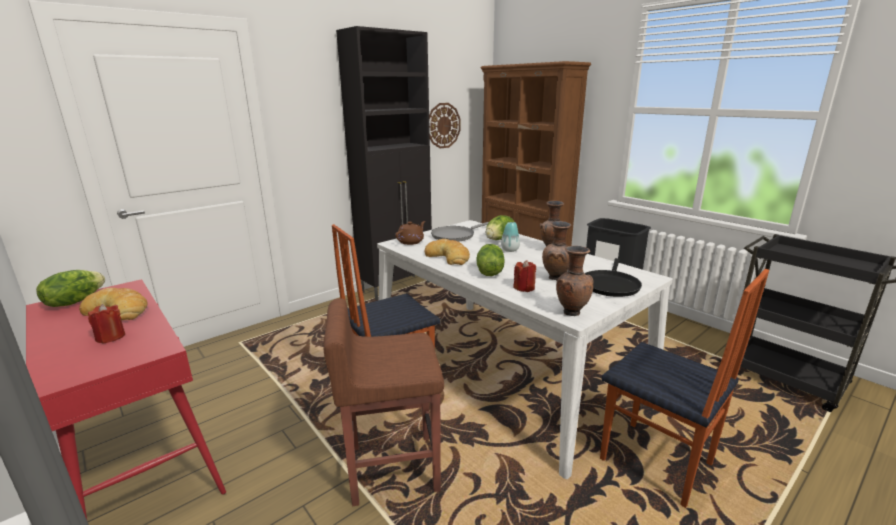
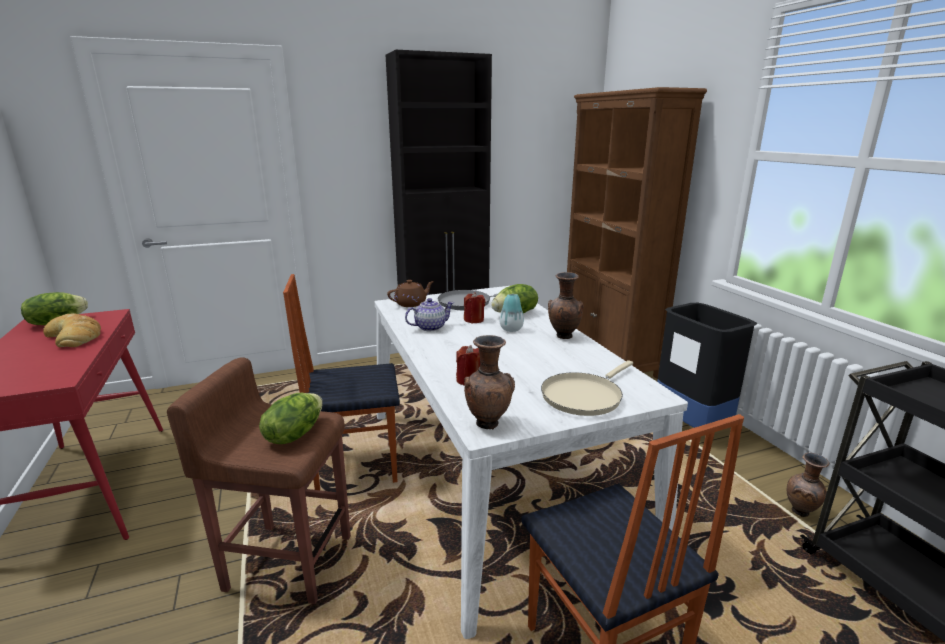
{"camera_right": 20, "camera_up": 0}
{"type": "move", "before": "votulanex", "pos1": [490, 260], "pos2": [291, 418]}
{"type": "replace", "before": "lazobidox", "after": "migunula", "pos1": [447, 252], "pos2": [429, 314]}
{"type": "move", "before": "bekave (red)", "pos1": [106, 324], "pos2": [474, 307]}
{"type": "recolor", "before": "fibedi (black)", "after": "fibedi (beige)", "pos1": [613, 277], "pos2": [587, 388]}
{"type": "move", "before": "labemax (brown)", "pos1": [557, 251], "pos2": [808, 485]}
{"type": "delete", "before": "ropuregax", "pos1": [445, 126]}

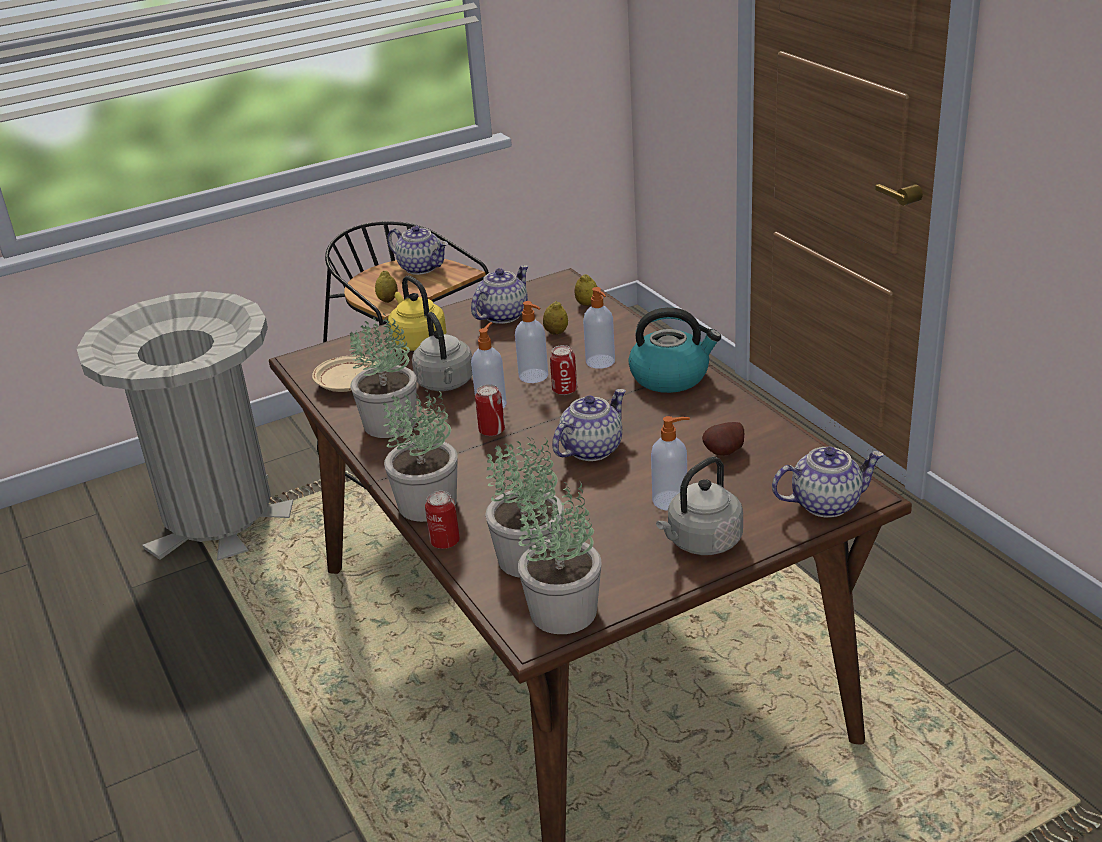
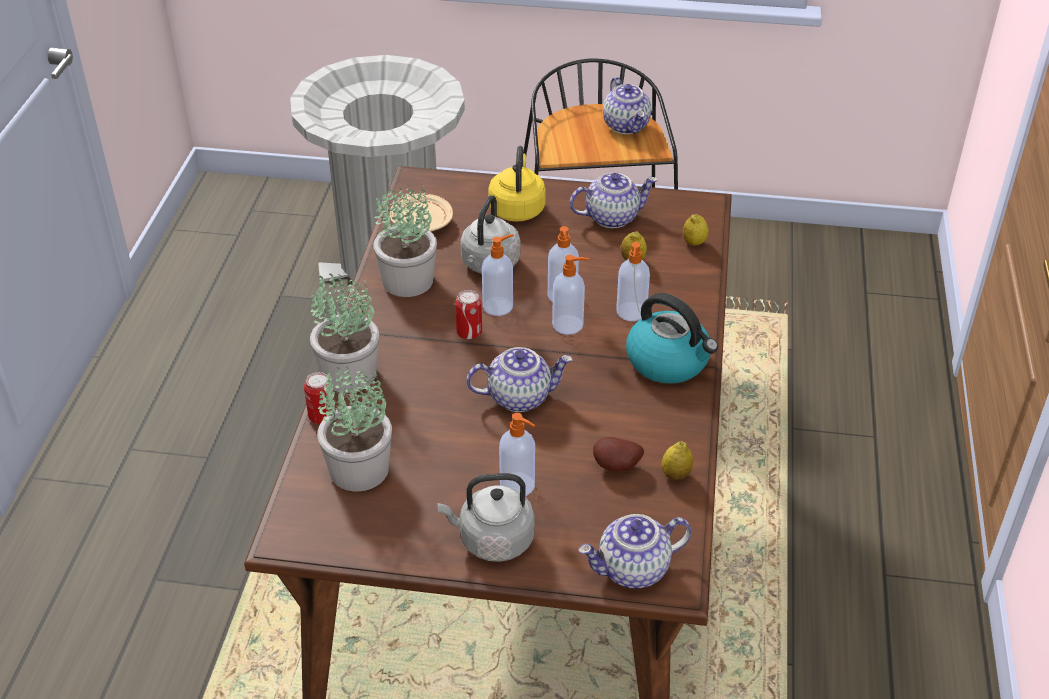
{"camera_right": 35, "camera_up": 10}
{"type": "replace", "before": "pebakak", "after": "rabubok", "pos1": [563, 370], "pos2": [570, 295]}
{"type": "rotate", "before": "migunula", "pos1": [828, 482], "pos2": [635, 551], "turn": 135}
{"type": "move", "before": "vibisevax", "pos1": [386, 287], "pos2": [677, 460]}
{"type": "delete", "before": "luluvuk", "pos1": [560, 557]}

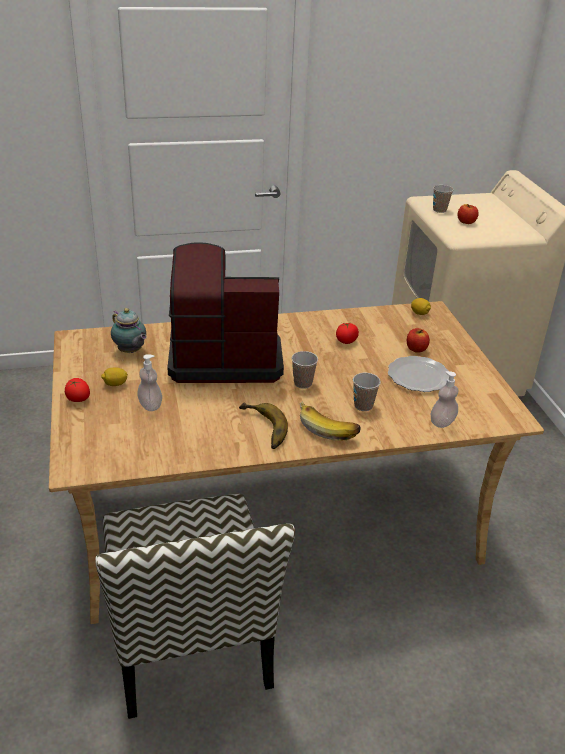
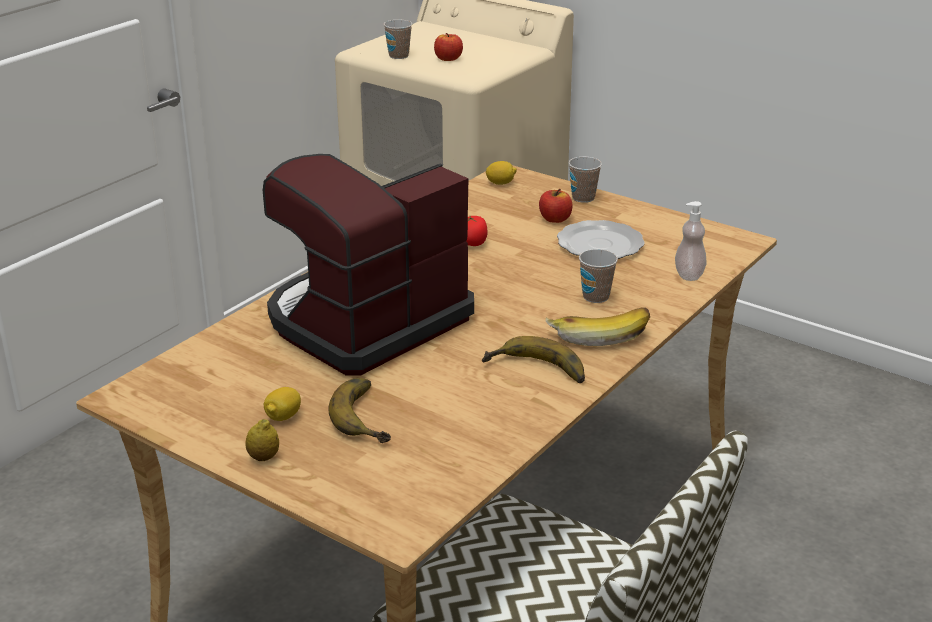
{"camera_right": -40, "camera_up": -5}
{"type": "replace", "before": "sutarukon", "after": "vibisevax", "pos1": [77, 390], "pos2": [262, 440]}
{"type": "replace", "before": "rabubok", "after": "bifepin", "pos1": [149, 382], "pos2": [359, 410]}
{"type": "move", "before": "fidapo", "pos1": [304, 370], "pos2": [585, 180]}
{"type": "delete", "before": "migunula", "pos1": [129, 330]}

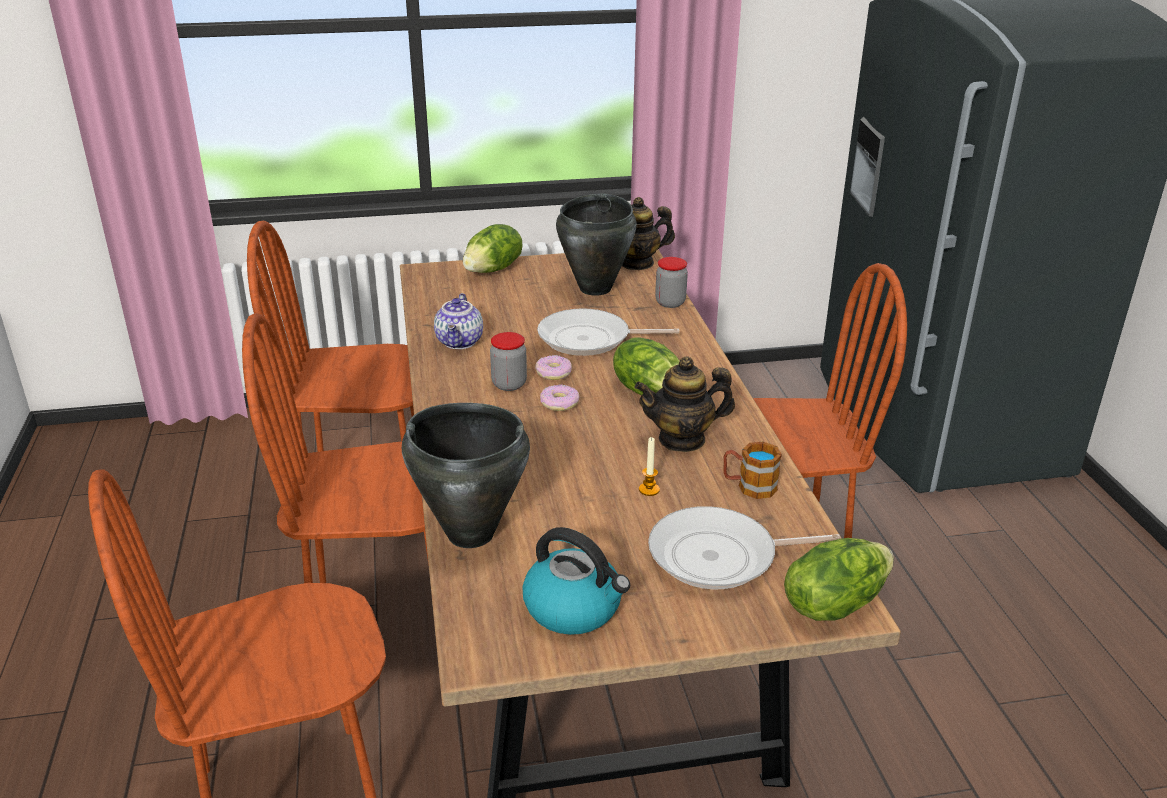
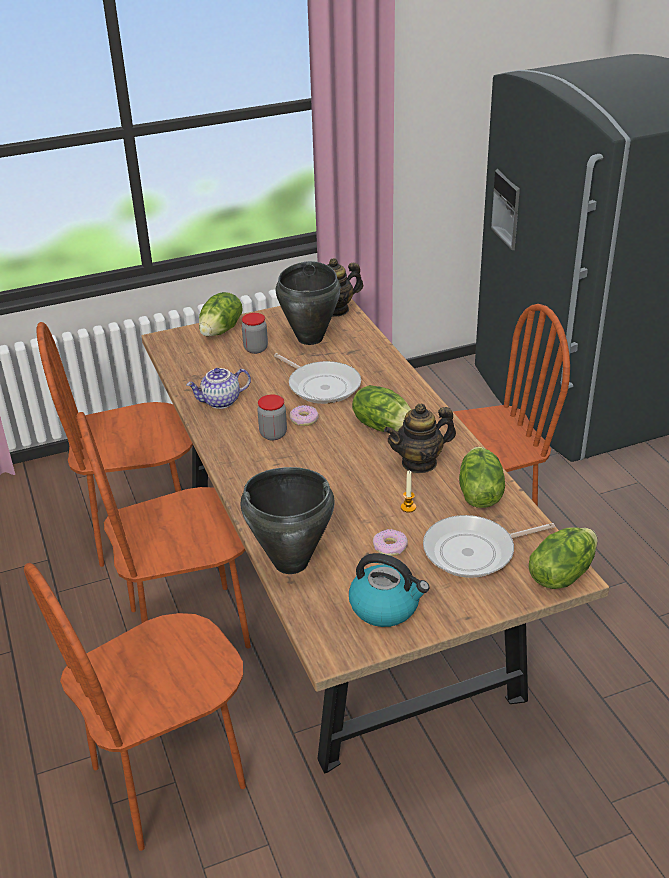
{"camera_right": -10, "camera_up": 5}
{"type": "rotate", "before": "migunula", "pos1": [458, 321], "pos2": [218, 388], "turn": 75}
{"type": "move", "before": "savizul", "pos1": [671, 282], "pos2": [255, 333]}
{"type": "rotate", "before": "fibedi", "pos1": [608, 332], "pos2": [317, 378], "turn": -120}
{"type": "move", "before": "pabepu", "pos1": [559, 397], "pos2": [390, 542]}
{"type": "replace", "before": "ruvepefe", "after": "votulanex", "pos1": [752, 470], "pos2": [482, 477]}

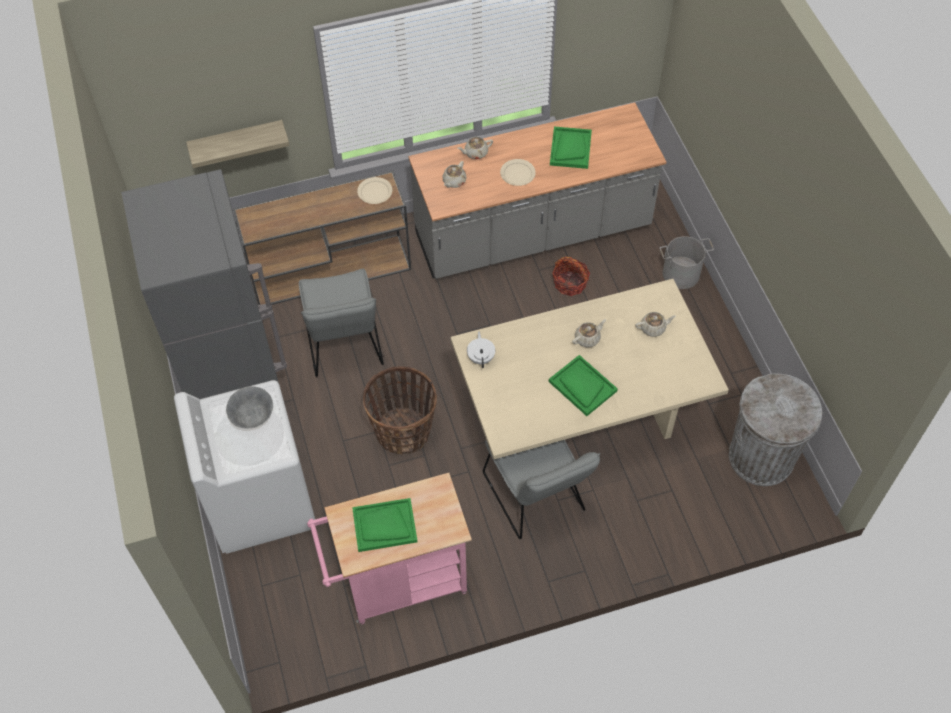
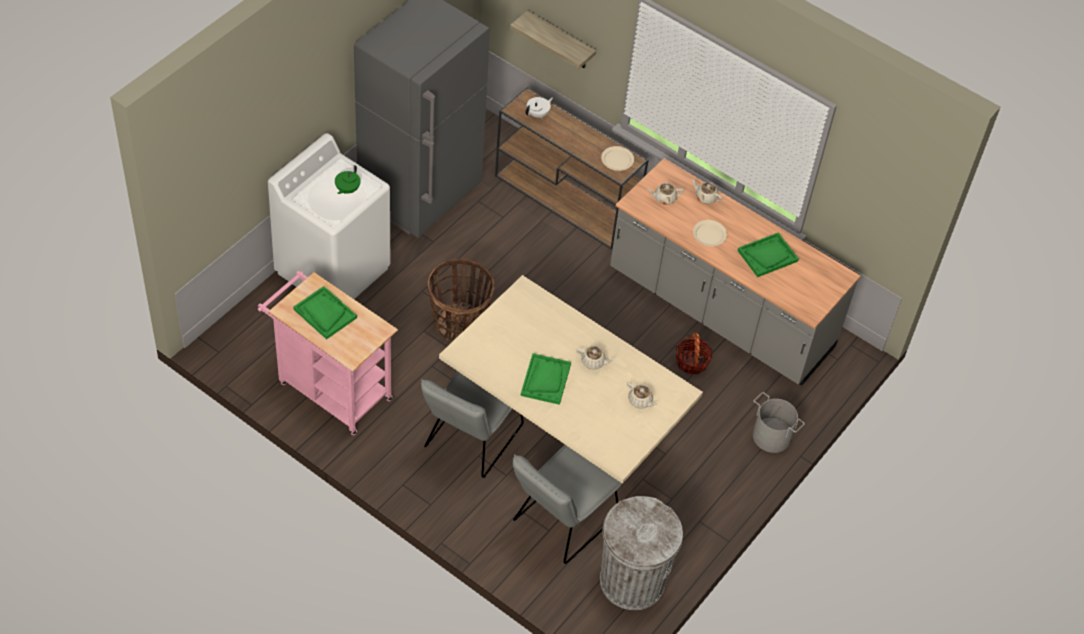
{"camera_right": 50, "camera_up": -5}
{"type": "replace", "before": "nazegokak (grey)", "after": "migunula (green)", "pos1": [249, 407], "pos2": [348, 179]}
{"type": "move", "before": "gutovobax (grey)", "pos1": [341, 323], "pos2": [567, 504]}
{"type": "move", "before": "migunula (white)", "pos1": [481, 350], "pos2": [539, 107]}

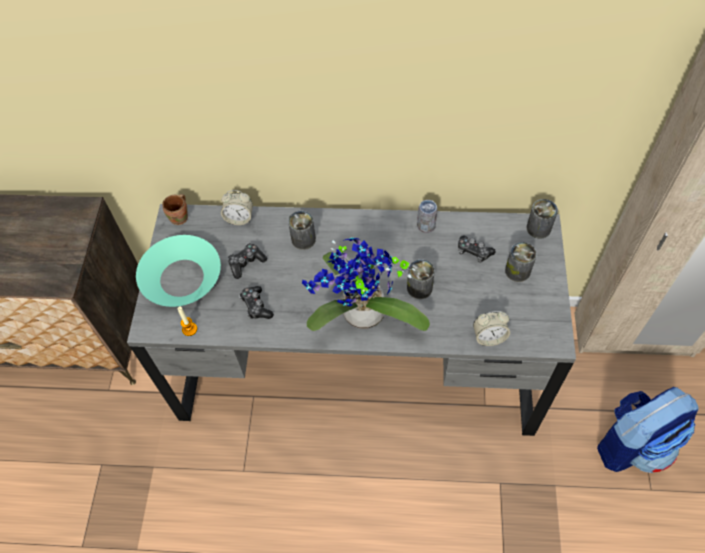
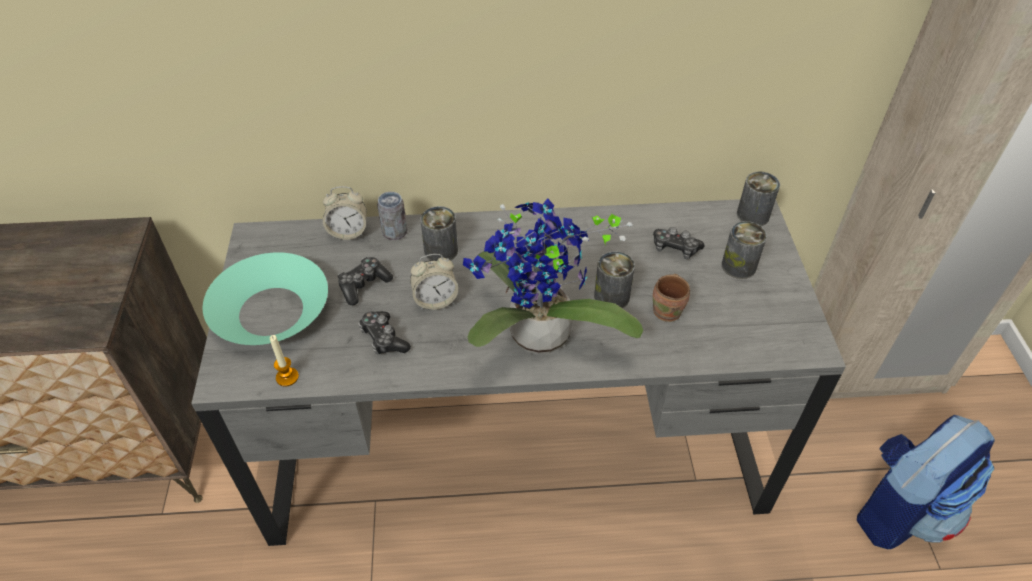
{"camera_right": -10, "camera_up": -10}
{"type": "move", "before": "pebakak", "pos1": [427, 216], "pos2": [392, 216]}
{"type": "move", "before": "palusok", "pos1": [491, 328], "pos2": [434, 282]}
{"type": "move", "before": "ruvepefe (brown)", "pos1": [175, 209], "pos2": [671, 298]}

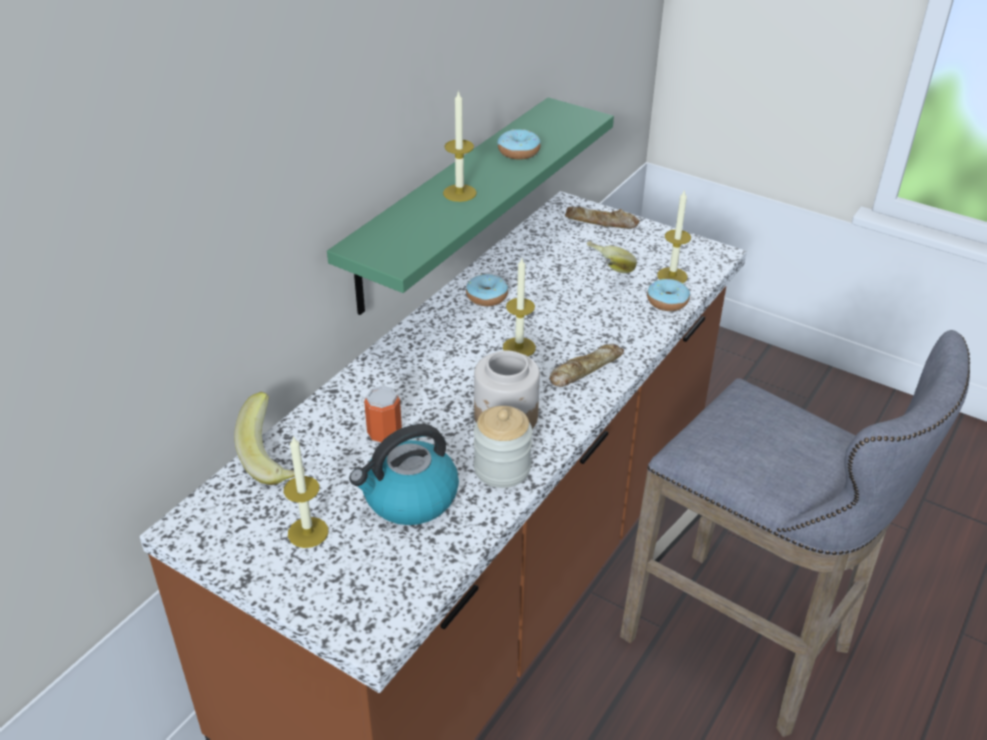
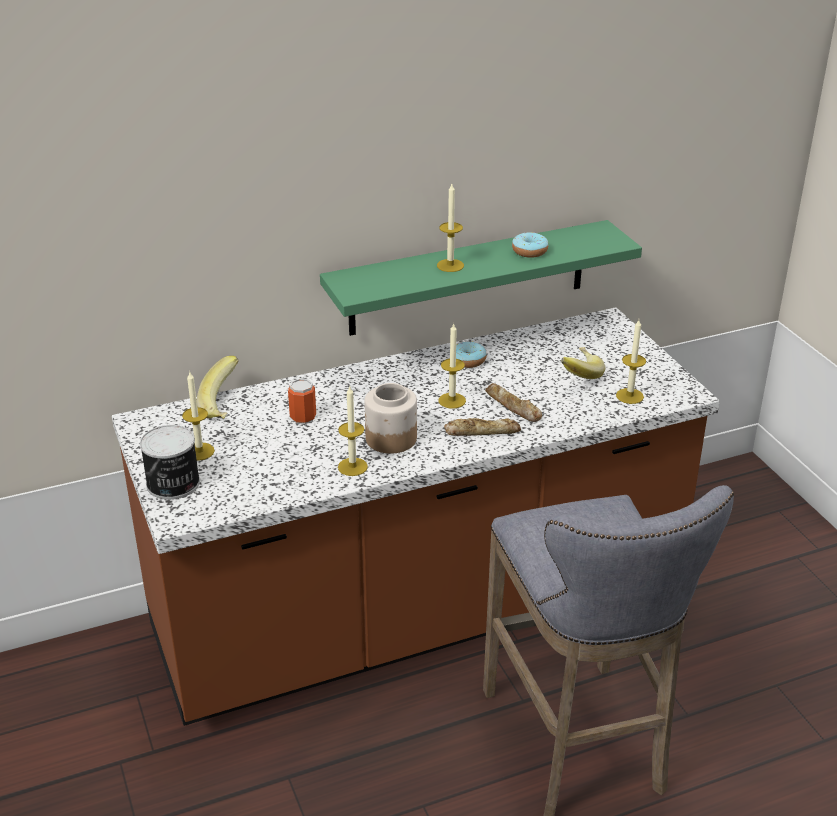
{"camera_right": 35, "camera_up": -5}
{"type": "insert", "after": "pebakak", "pos2": [170, 462]}
{"type": "replace", "before": "savizul", "after": "bekave", "pos1": [503, 447], "pos2": [353, 431]}
{"type": "move", "before": "lazobidox", "pos1": [602, 218], "pos2": [513, 402]}
{"type": "delete", "before": "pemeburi", "pos1": [404, 474]}
{"type": "delete", "before": "pabepu", "pos1": [668, 295]}

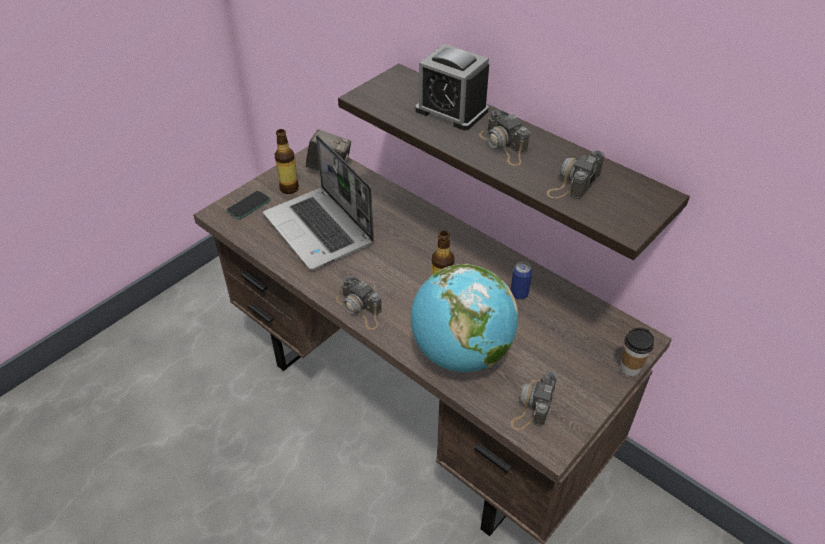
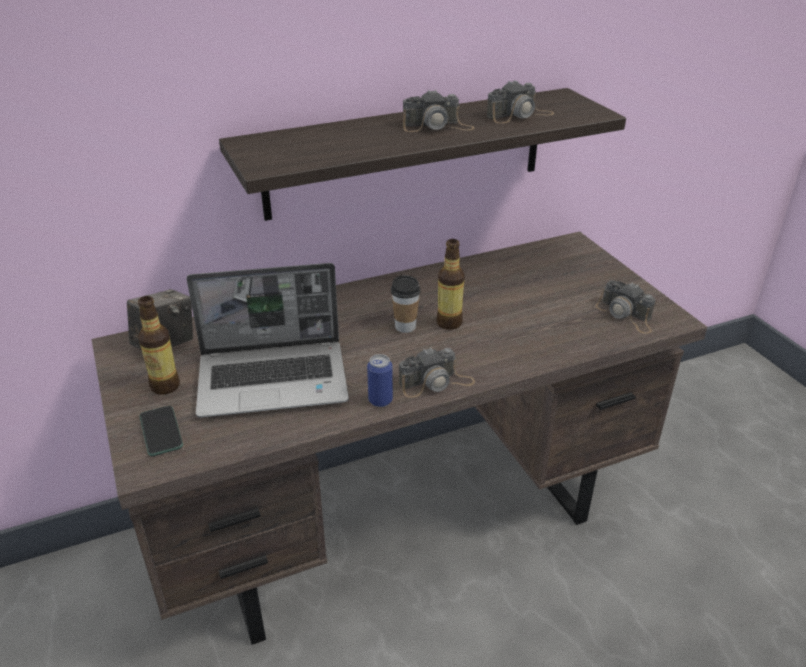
{"camera_right": -65, "camera_up": -10}
{"type": "move", "before": "pebakak", "pos1": [521, 281], "pos2": [380, 380]}
{"type": "move", "before": "fidapo", "pos1": [637, 351], "pos2": [406, 304]}
{"type": "rotate", "before": "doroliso", "pos1": [575, 174], "pos2": [520, 101], "turn": -90}
{"type": "delete", "before": "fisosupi", "pos1": [464, 318]}
{"type": "delete", "before": "palusok", "pos1": [452, 87]}

